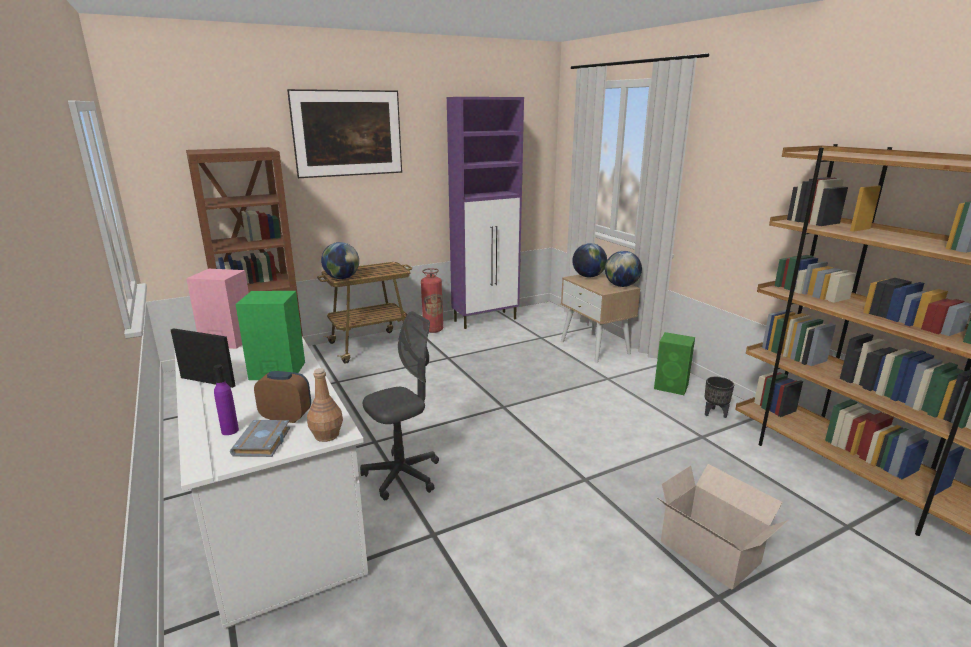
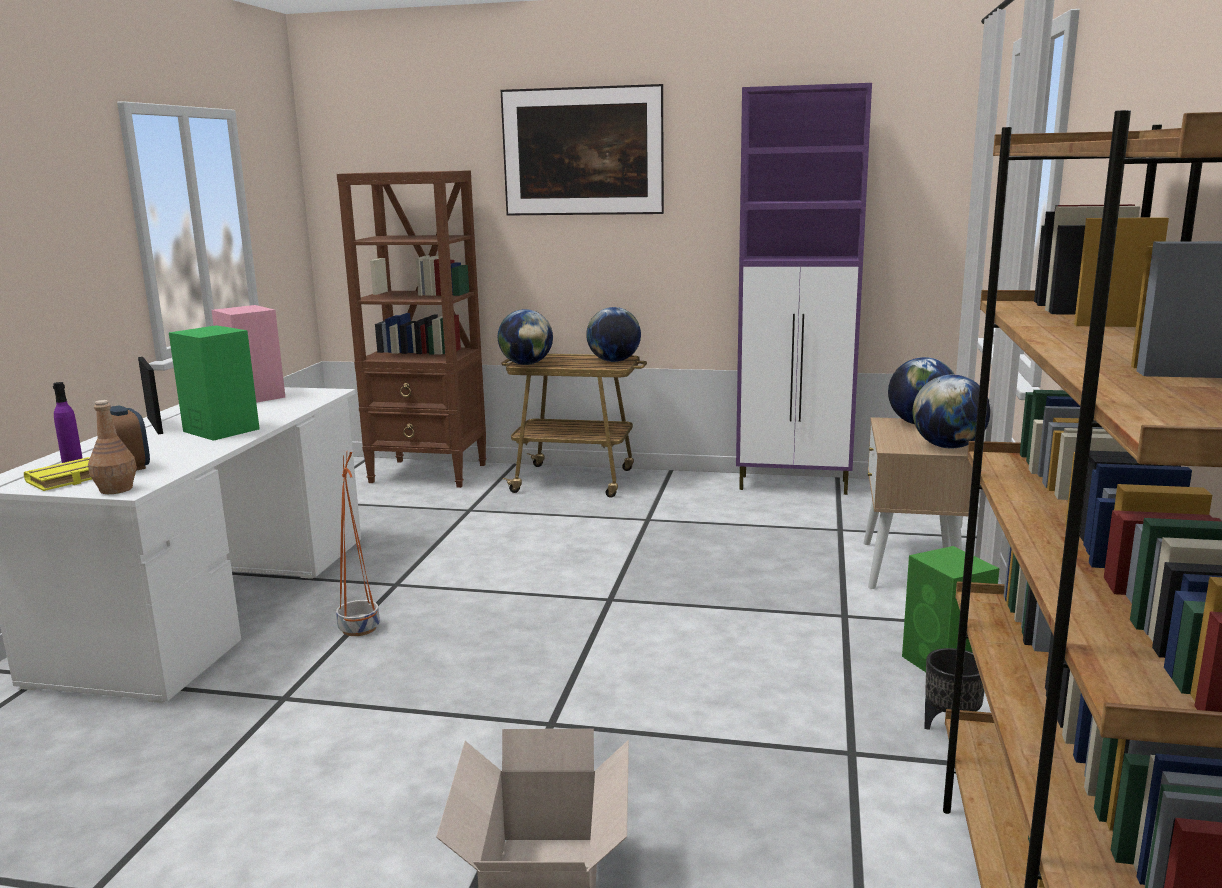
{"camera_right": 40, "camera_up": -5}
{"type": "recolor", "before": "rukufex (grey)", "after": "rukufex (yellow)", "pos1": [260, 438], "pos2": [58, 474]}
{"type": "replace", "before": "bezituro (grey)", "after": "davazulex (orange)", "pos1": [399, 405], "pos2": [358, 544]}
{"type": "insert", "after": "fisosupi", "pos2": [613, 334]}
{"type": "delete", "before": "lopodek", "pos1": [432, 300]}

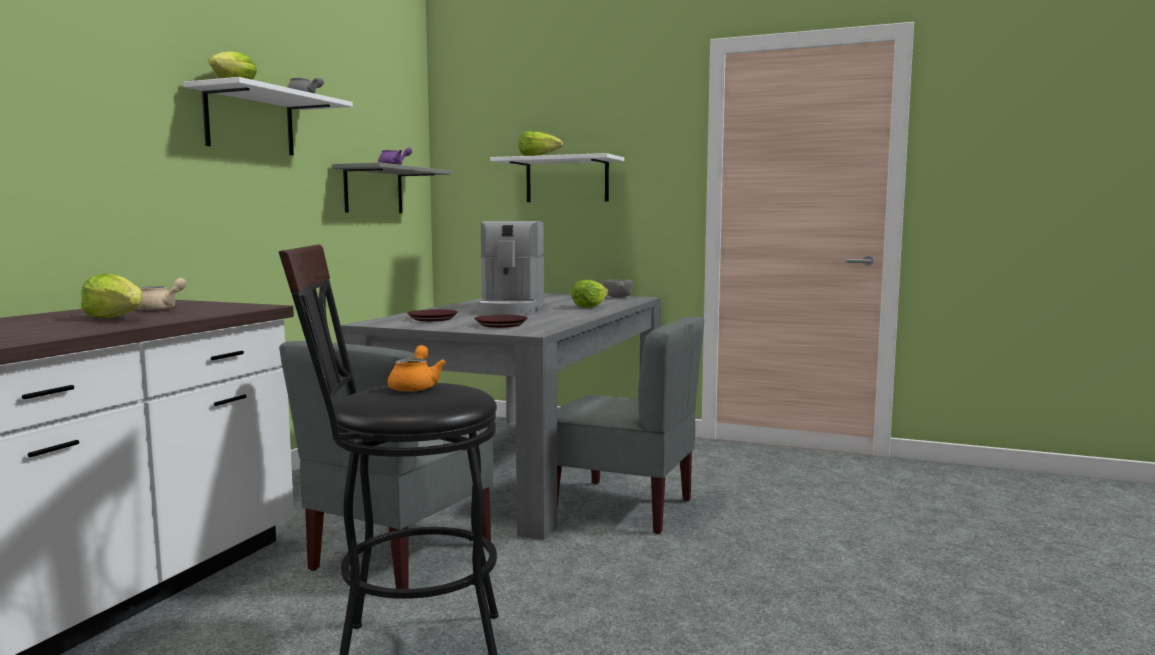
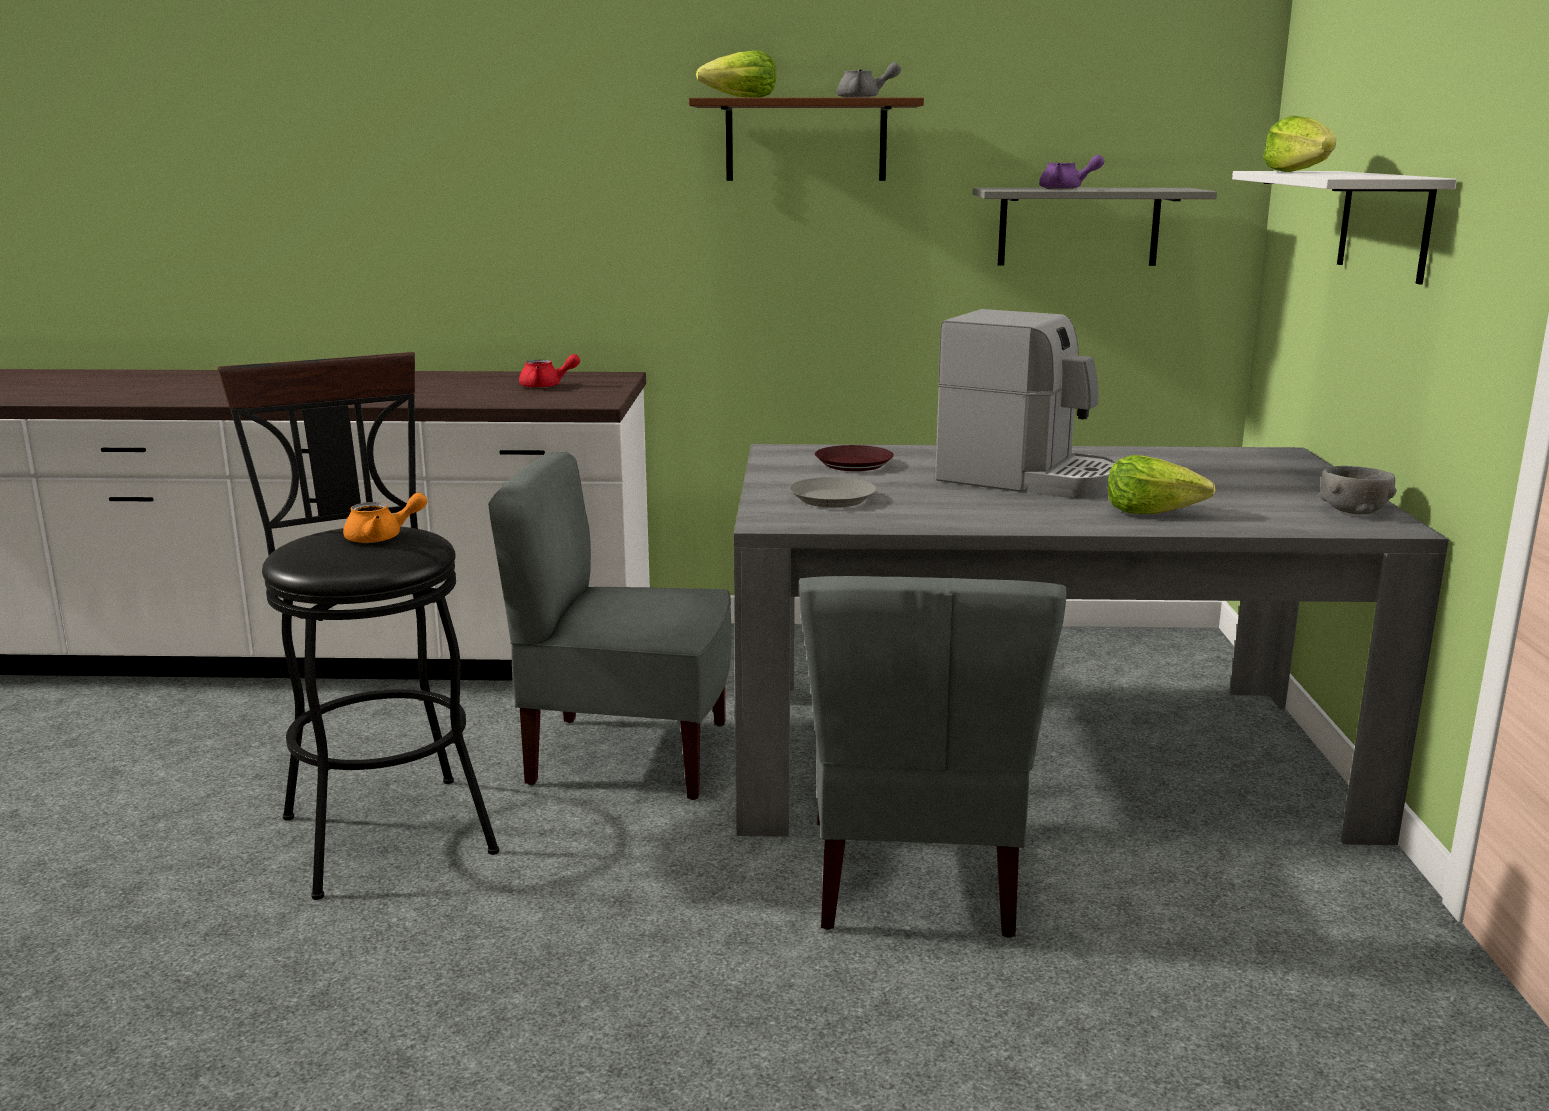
{"camera_right": 70, "camera_up": 10}
{"type": "recolor", "before": "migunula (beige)", "after": "migunula (red)", "pos1": [162, 294], "pos2": [549, 371]}
{"type": "recolor", "before": "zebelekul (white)", "after": "zebelekul (brown)", "pos1": [268, 116], "pos2": [806, 139]}
{"type": "recolor", "before": "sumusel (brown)", "after": "sumusel (grey)", "pos1": [501, 321], "pos2": [832, 492]}
{"type": "rotate", "before": "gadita", "pos1": [510, 268], "pos2": [1025, 403], "turn": -135}
{"type": "delete", "before": "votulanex", "pos1": [112, 295]}

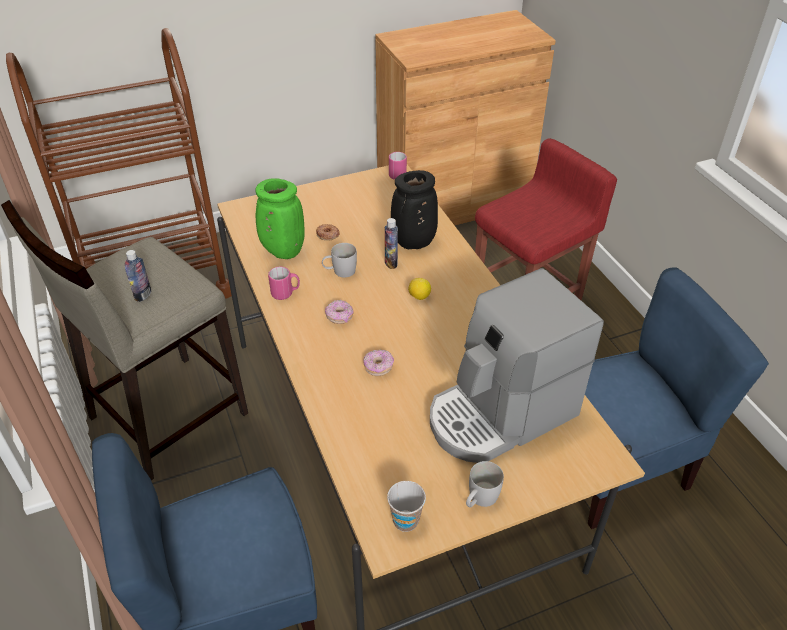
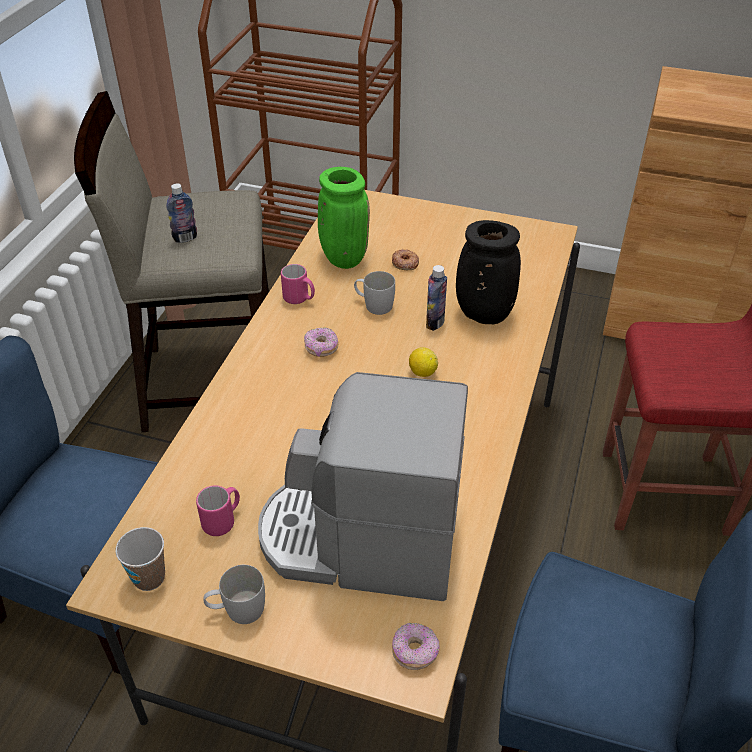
{"camera_right": 40, "camera_up": 0}
{"type": "move", "before": "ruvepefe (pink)", "pos1": [398, 166], "pos2": [218, 511]}
{"type": "move", "before": "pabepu", "pos1": [378, 363], "pos2": [416, 646]}

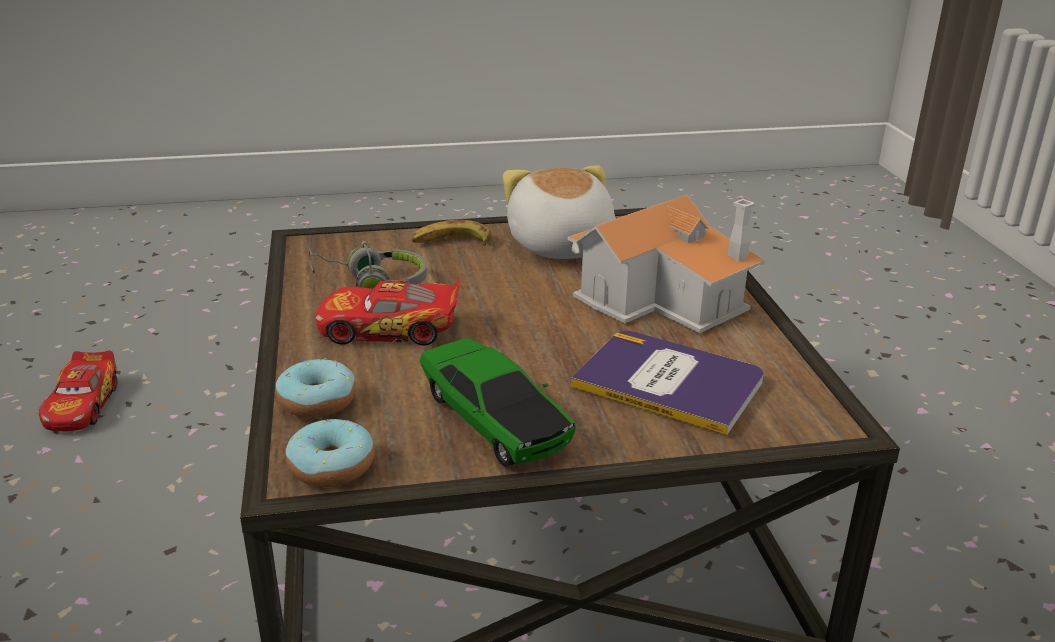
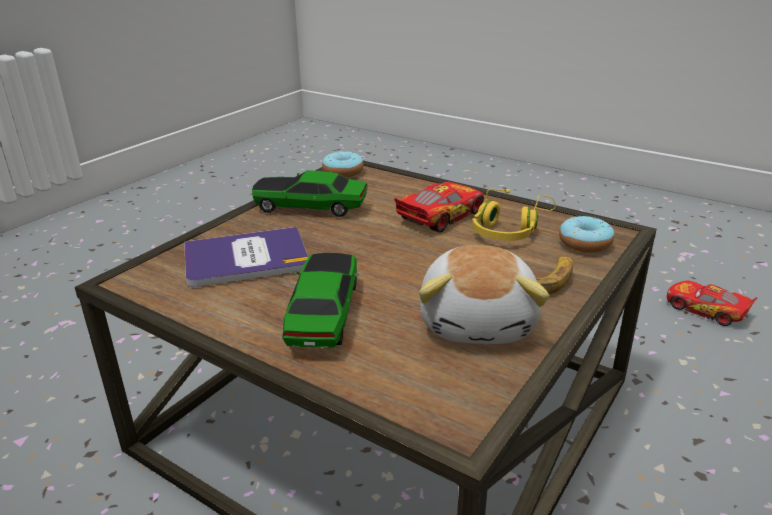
{"camera_right": 135, "camera_up": 0}
{"type": "replace", "before": "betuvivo", "after": "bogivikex", "pos1": [666, 263], "pos2": [320, 300]}
{"type": "rotate", "before": "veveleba", "pos1": [559, 212], "pos2": [484, 294], "turn": 60}
{"type": "recolor", "before": "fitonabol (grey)", "after": "fitonabol (yellow)", "pos1": [368, 265], "pos2": [514, 215]}
{"type": "move", "before": "pabepu", "pos1": [316, 388], "pos2": [586, 234]}

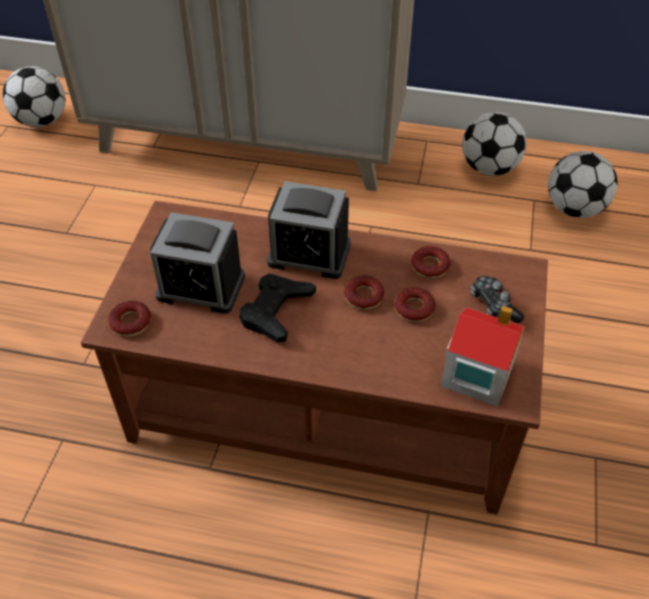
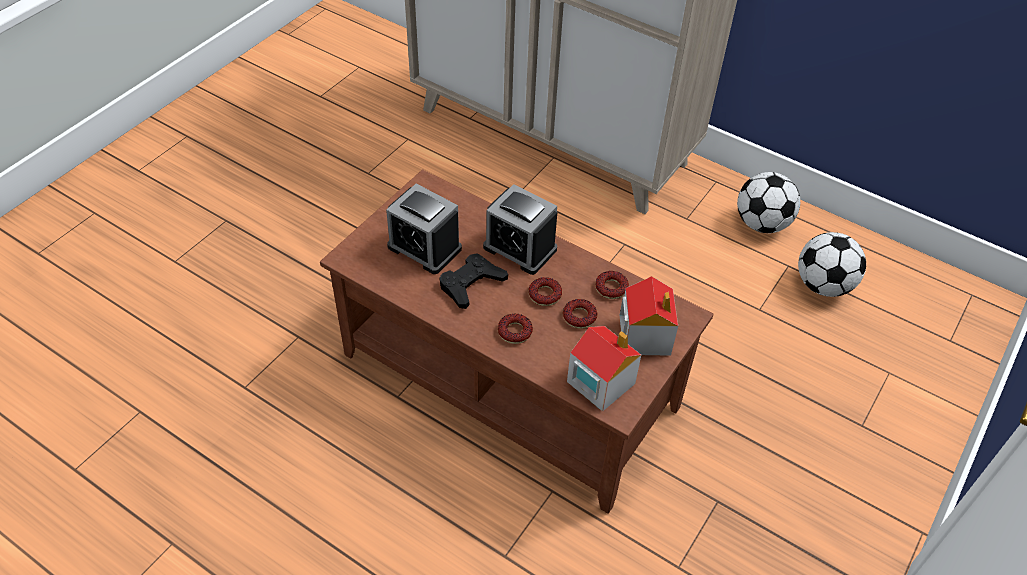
{"camera_right": 20, "camera_up": 0}
{"type": "move", "before": "pabepu", "pos1": [130, 318], "pos2": [515, 328]}
{"type": "replace", "before": "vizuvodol", "after": "betuvivo", "pos1": [497, 299], "pos2": [649, 316]}
{"type": "delete", "before": "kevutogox", "pos1": [34, 96]}

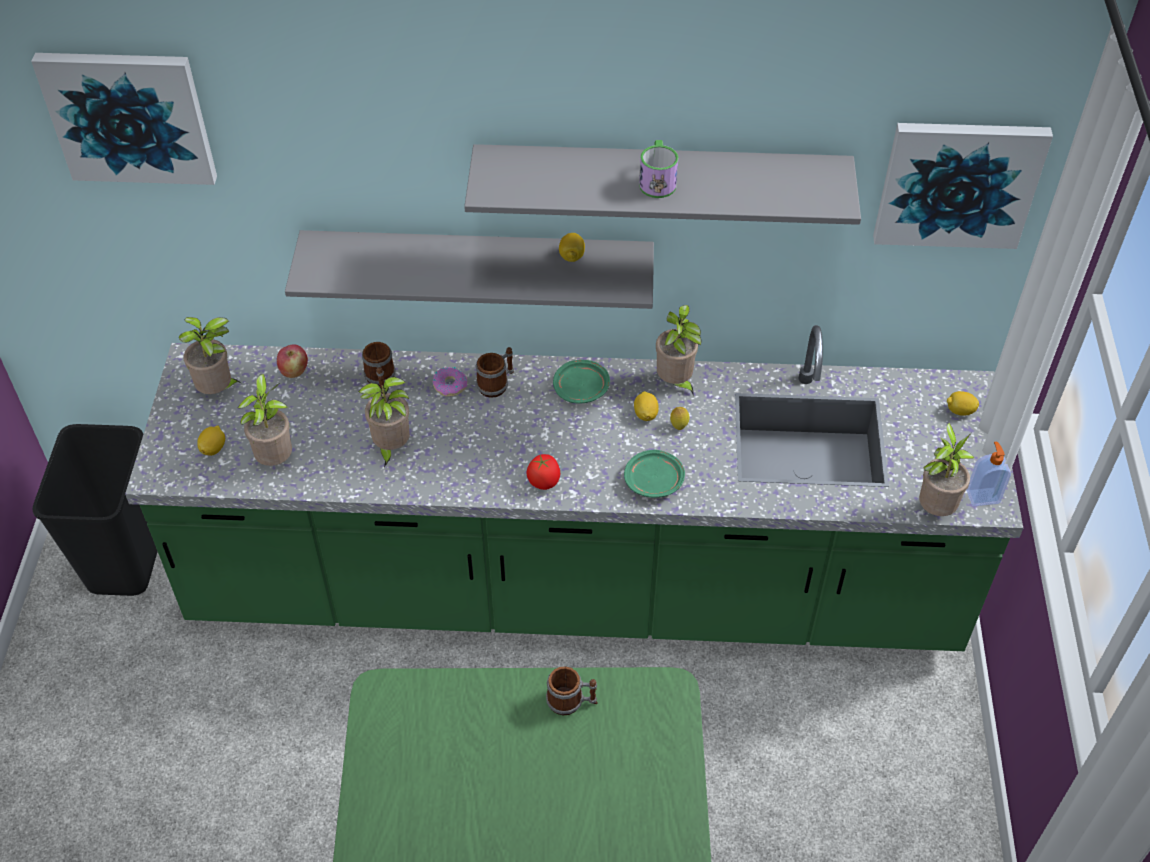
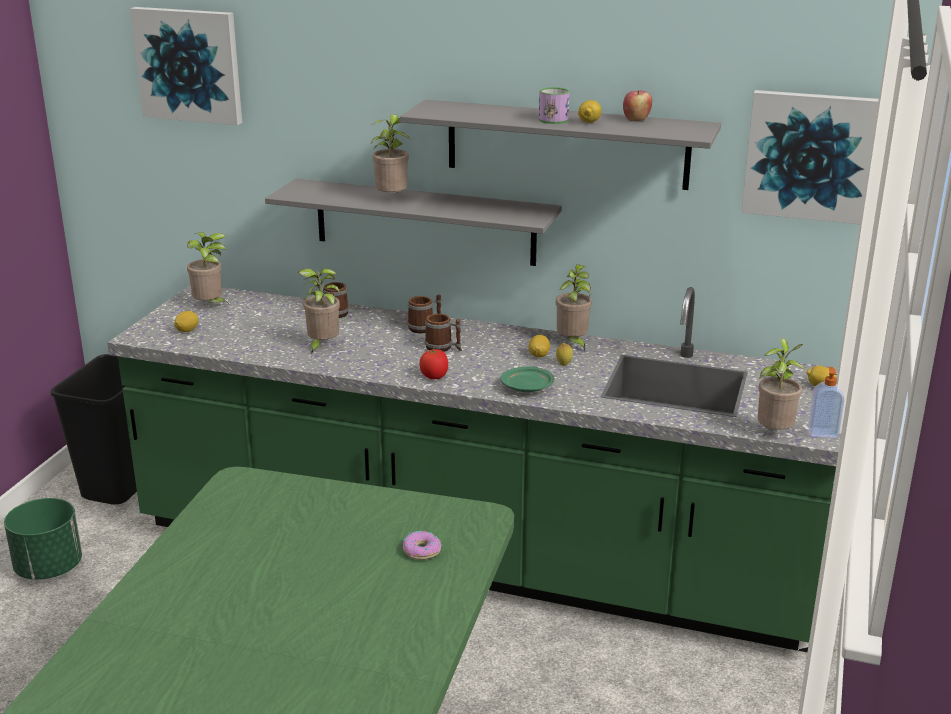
{"camera_right": 15, "camera_up": -25}
{"type": "insert", "after": "davazulex (green)", "pos2": [43, 539]}
{"type": "move", "before": "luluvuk", "pos1": [265, 420], "pos2": [390, 153]}
{"type": "move", "before": "pabepu", "pos1": [449, 382], "pos2": [422, 545]}
{"type": "move", "before": "ruvepefe", "pos1": [572, 690], "pos2": [443, 333]}
{"type": "move", "before": "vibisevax", "pos1": [572, 247], "pos2": [589, 111]}
{"type": "move", "before": "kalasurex", "pos1": [292, 361], "pos2": [637, 105]}
{"type": "delete", "before": "sumusel (green)", "pos1": [581, 381]}

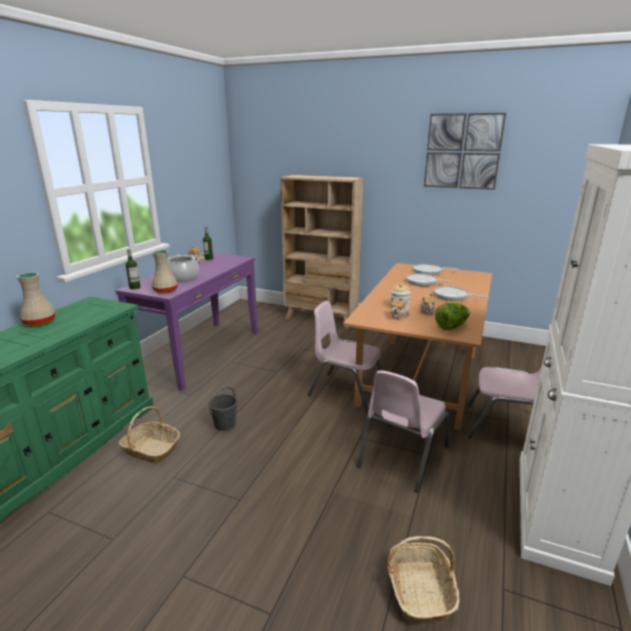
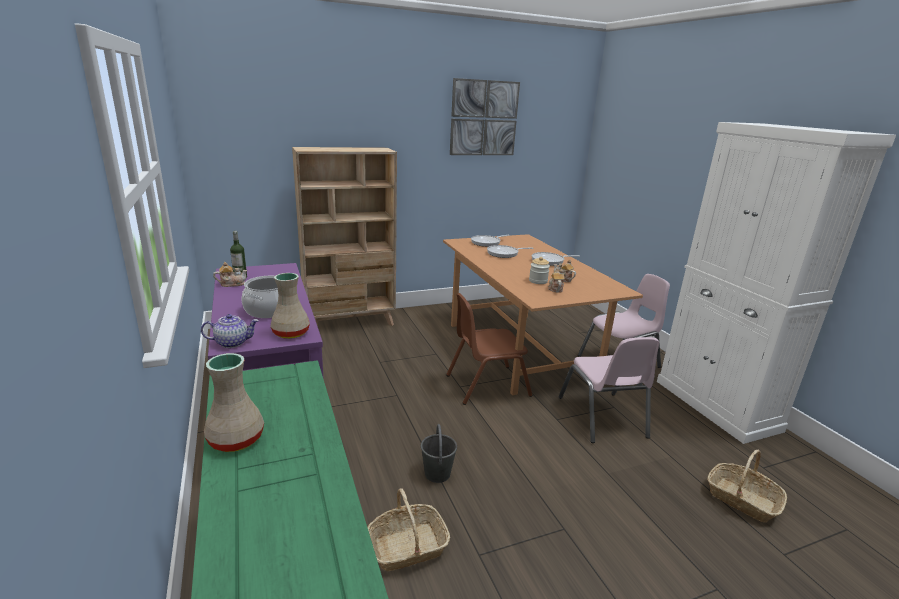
{"camera_right": -45, "camera_up": 0}
{"type": "replace", "before": "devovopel", "after": "migunula", "pos1": [133, 269], "pos2": [230, 331]}
{"type": "recolor", "before": "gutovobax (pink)", "after": "gutovobax (brown)", "pos1": [345, 357], "pos2": [489, 349]}
{"type": "delete", "before": "votulanex", "pos1": [452, 316]}

